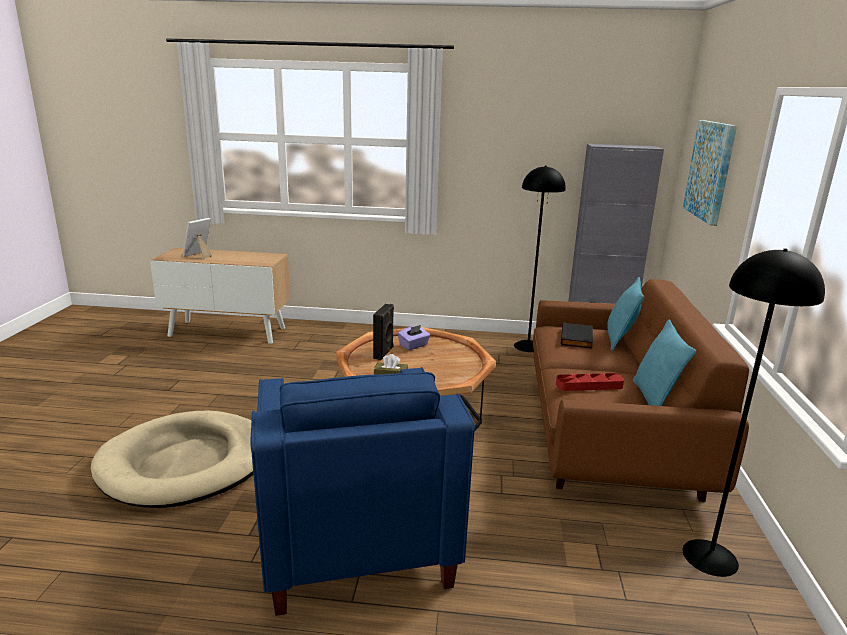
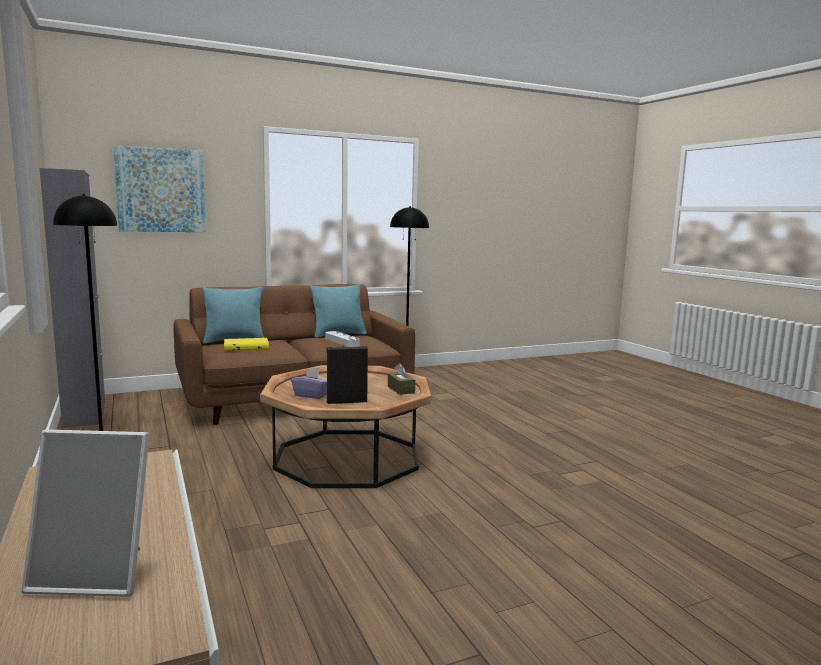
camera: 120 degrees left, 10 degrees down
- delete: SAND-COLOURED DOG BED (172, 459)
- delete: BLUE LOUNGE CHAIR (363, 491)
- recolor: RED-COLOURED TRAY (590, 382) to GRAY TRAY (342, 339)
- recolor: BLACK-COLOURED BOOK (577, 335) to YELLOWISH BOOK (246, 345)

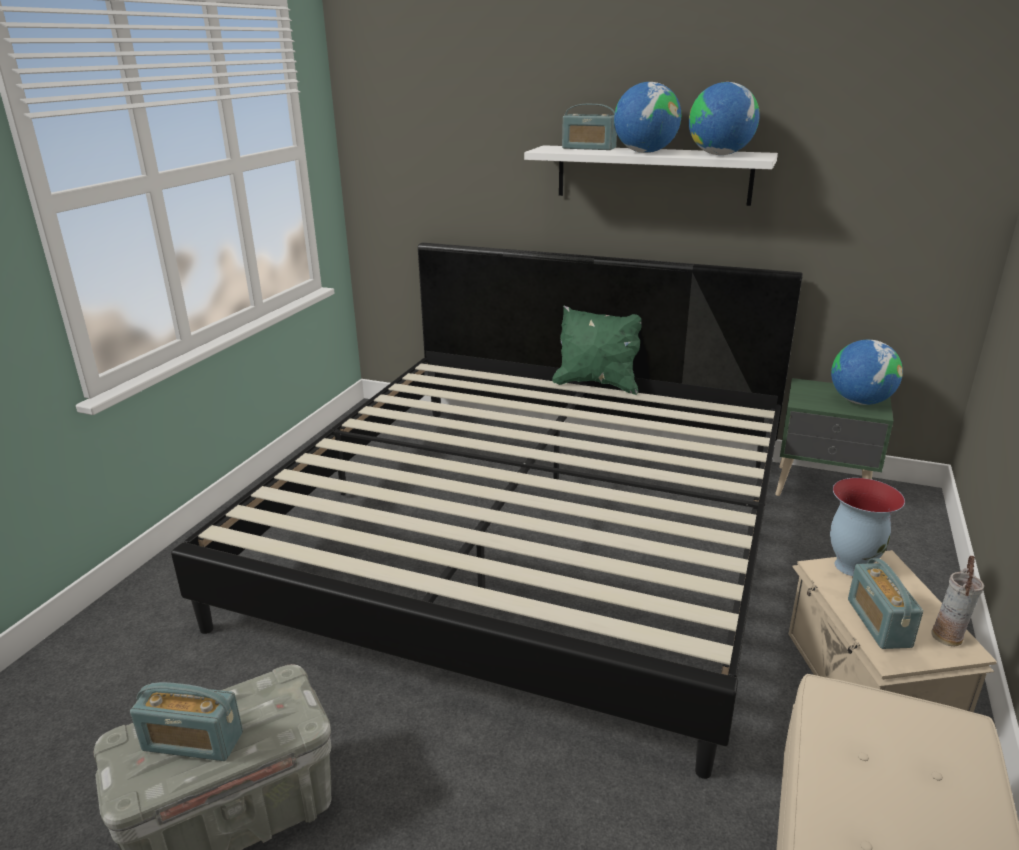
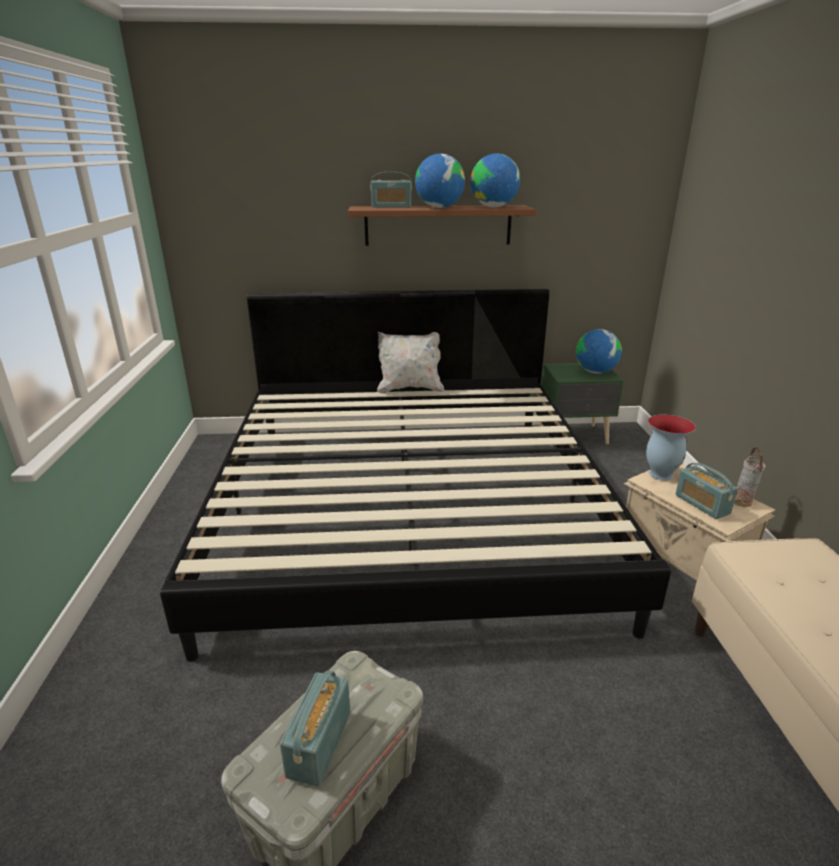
camera: 25 degrees left, 0 degrees up
- recolor: WHITISH SHELF (651, 175) to BROWN-COLOURED SHELF (442, 225)
- recolor: GREEN-COLOURED CUSHION (597, 350) to WHITISH CUSHION (410, 363)
- rotate: RADIO (186, 721) = (315, 728) 120 degrees clockwise

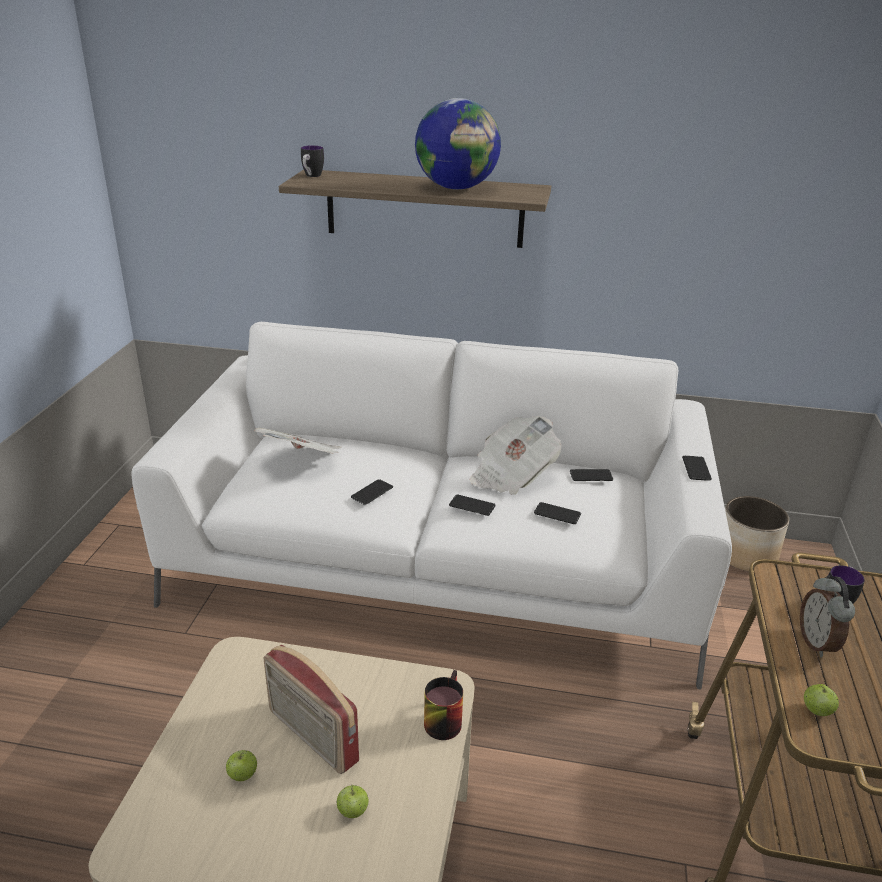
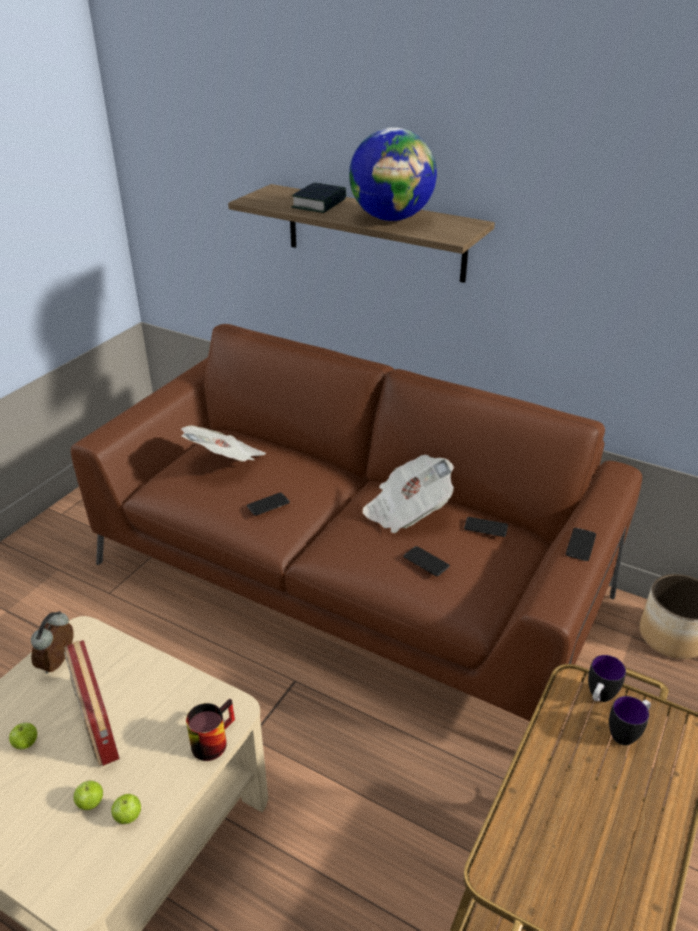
camera: 20 degrees right, 5 degrees up
- delete: HANDSET (472, 505)
- insert: BOOK (318, 197)
- move: TEA MUG (312, 161) to (607, 678)
- move: BEDSIDE CLOCK (827, 616) to (52, 642)
- move: APPLE (821, 700) to (126, 809)
- recolor: WHITISH SETTEE (432, 505) to BROWN-COLOURED SETTEE (356, 522)

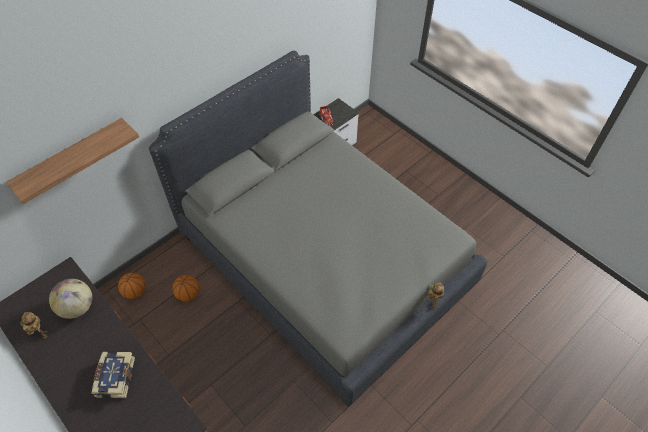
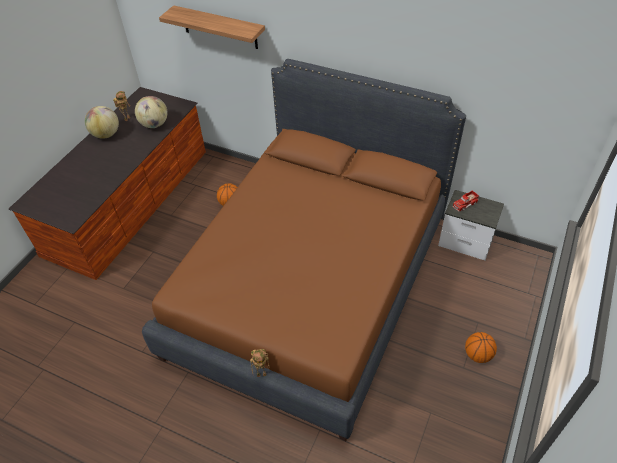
camera: 70 degrees right, 5 degrees down
- delete: BOOK (113, 375)
- insert: DESK GLOBE (102, 122)
- move: BASKETBALL BALL (132, 286) to (481, 347)
- recolor: GRAY SLEEPING BED (318, 229) to BROWN-COLOURED SLEEPING BED (304, 250)

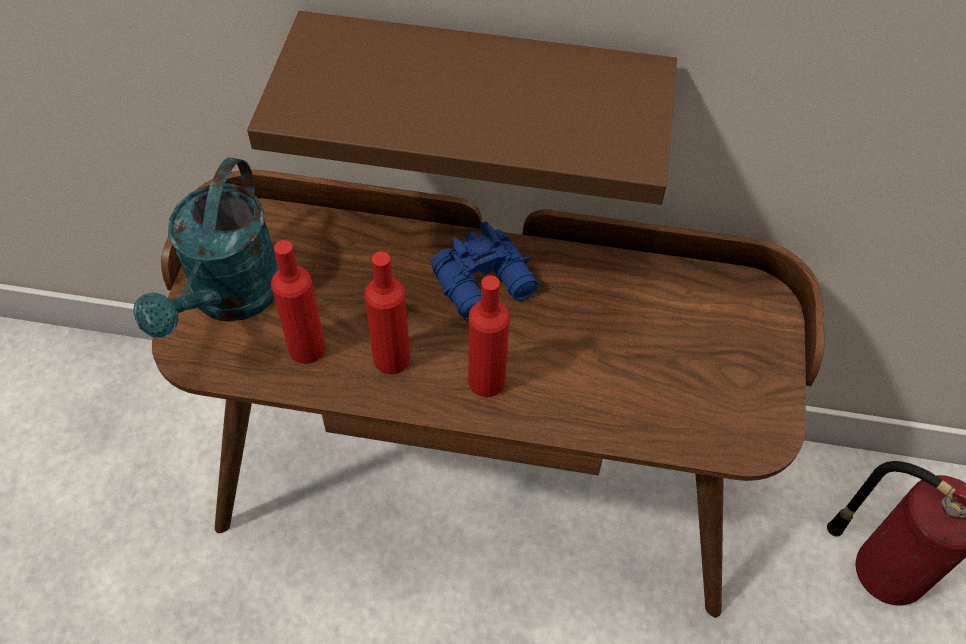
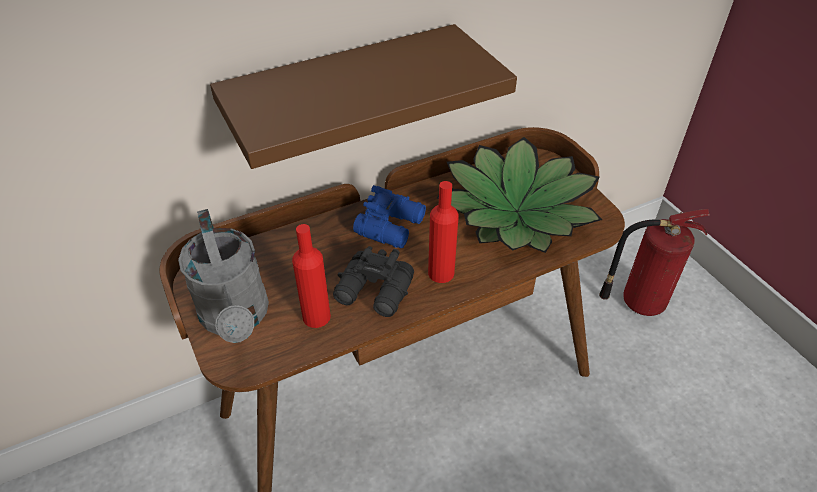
camera: 35 degrees left, 10 degrees down
- insert: HOUSEPLANT (519, 195)
- replace: RED-COLOURED BEVERAGE BOTTLE (387, 313) to BLACK-COLOURED BINOCULARS (373, 281)
- recolor: TURQUOISE-COLOURED WATERING CAN (206, 247) to GRAY WATERING CAN (223, 276)

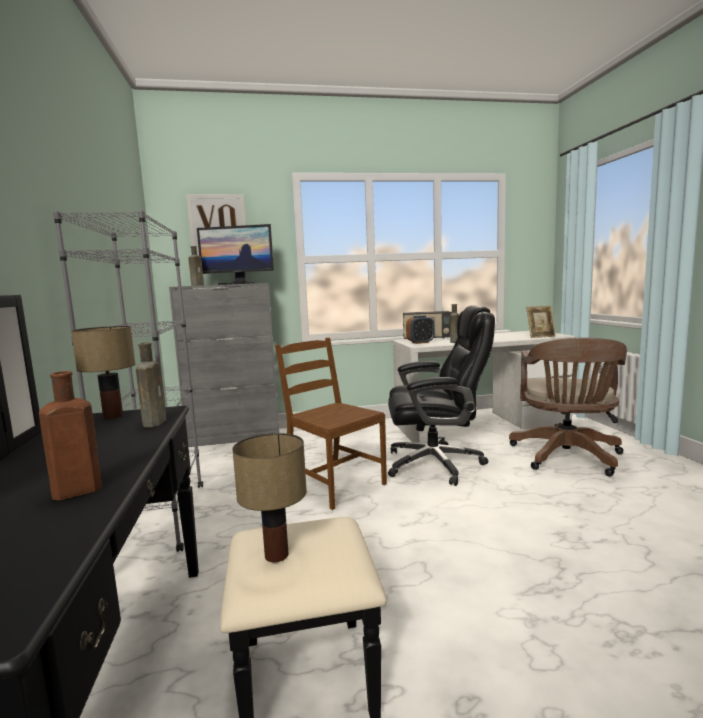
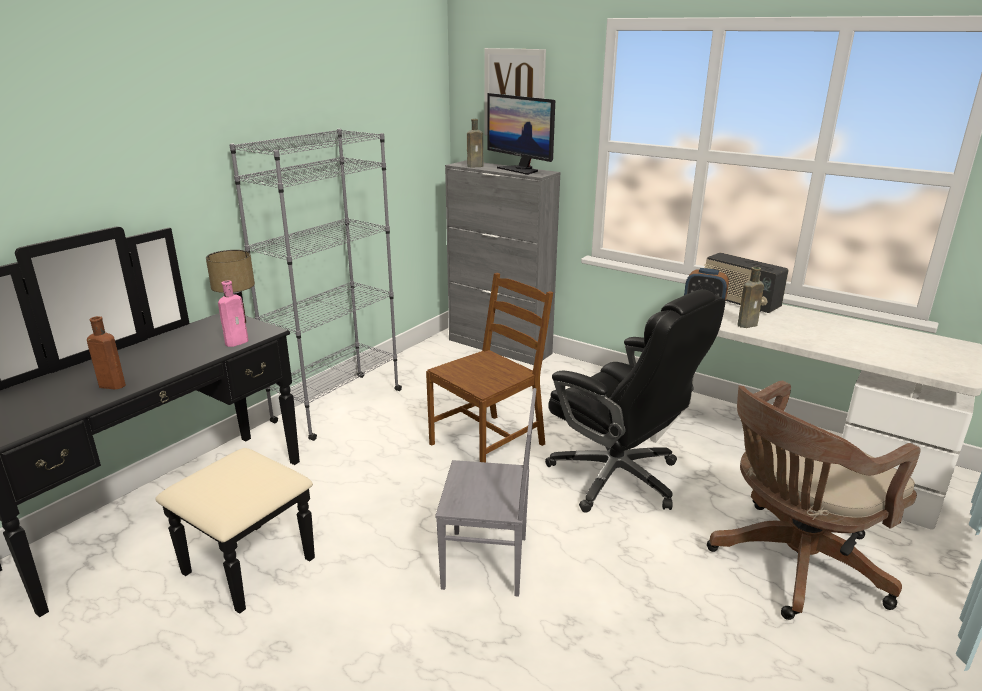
camera: 45 degrees right, 15 degrees up
- delete: TABLETOP LAMP (269, 497)
- delete: PHOTO FRAME (541, 322)
- insert: GRAY CHAIR (486, 492)
- recolor: BROWN-COLOURED BEVERAGE BOTTLE (151, 384) to PINK BEVERAGE BOTTLE (233, 314)
- rotate: BROWN-COLOURED CHAIR (331, 424) = (489, 367) 45 degrees clockwise

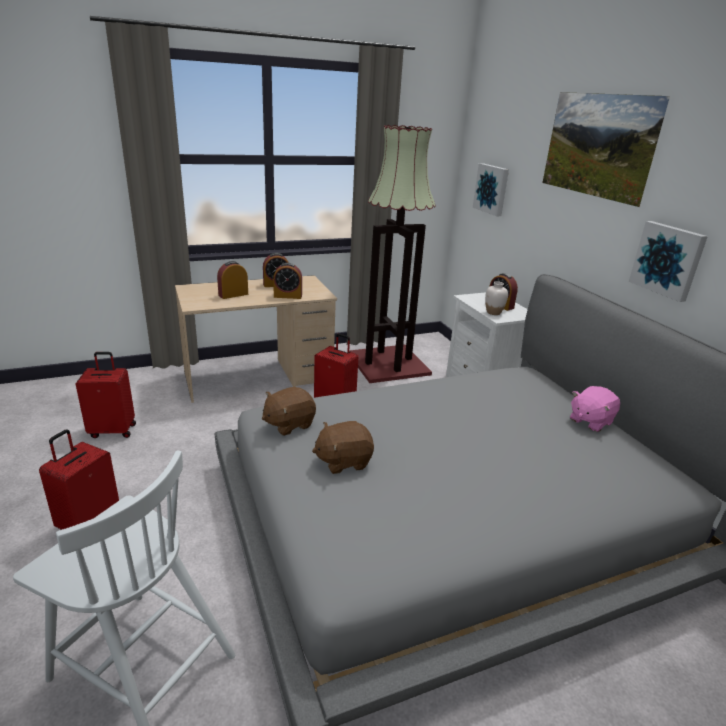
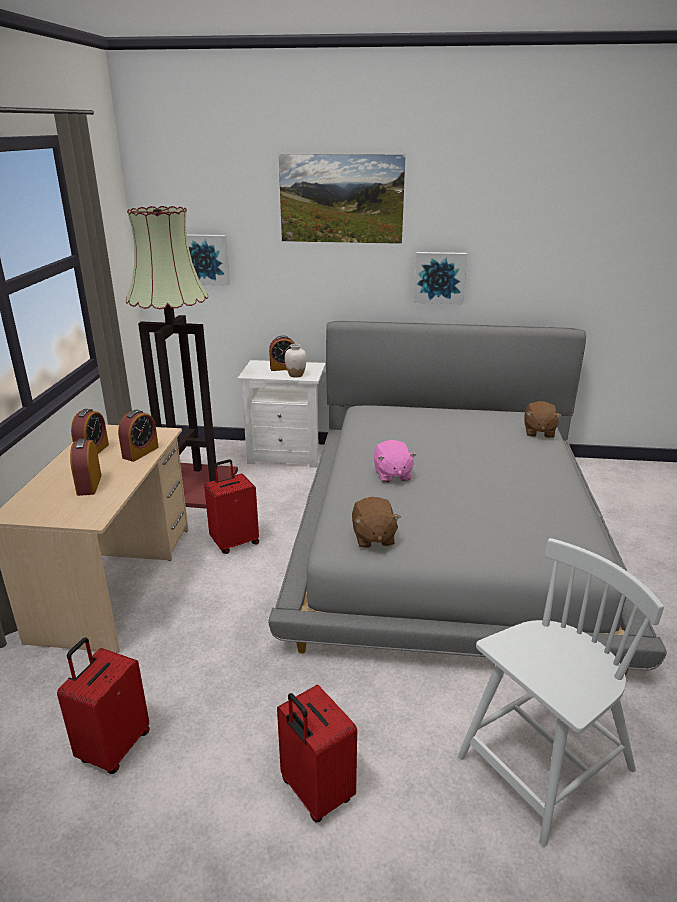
camera: 60 degrees left, 0 degrees up
- move: BROWN-COLOURED CUDDLY TOY (343, 447) to (543, 419)
- move: PINK CUDDLY TOY (595, 409) to (395, 461)

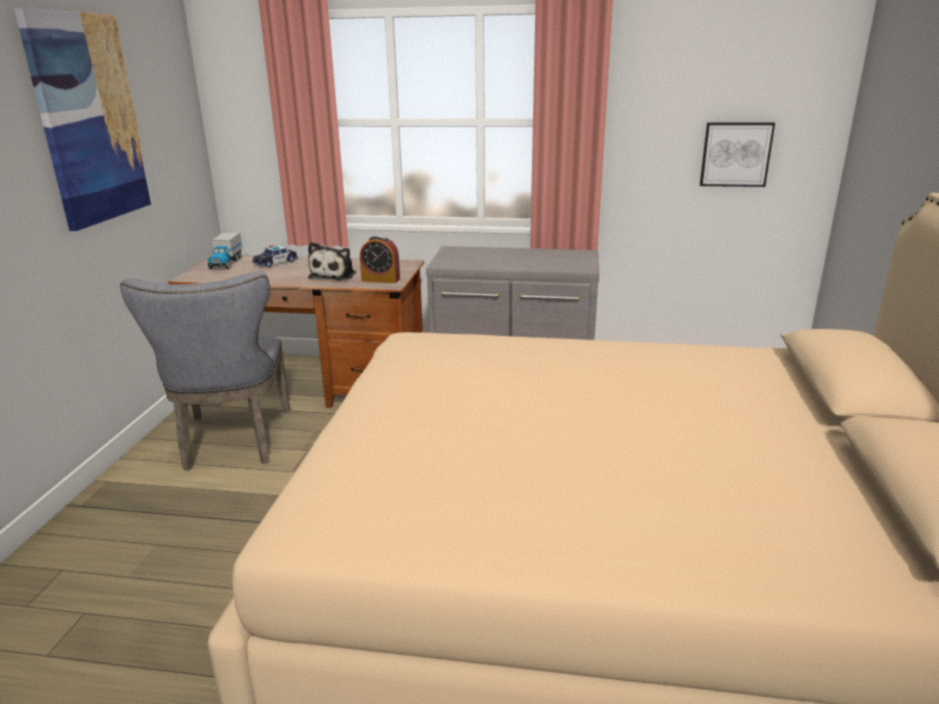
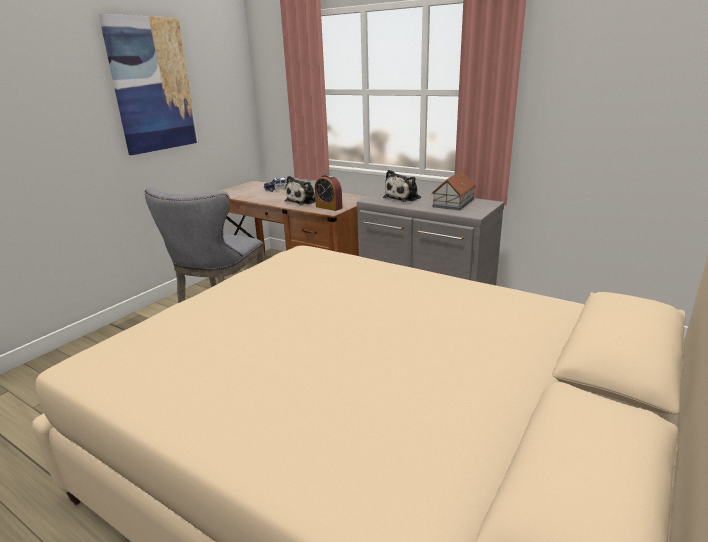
camera: 25 degrees right, 0 degrees up
- delete: MODEL TRUCK (224, 250)
- delete: PICTURE (737, 155)
- insert: CUDDLY TOY (402, 186)
- insert: MODEL HOUSE (454, 190)

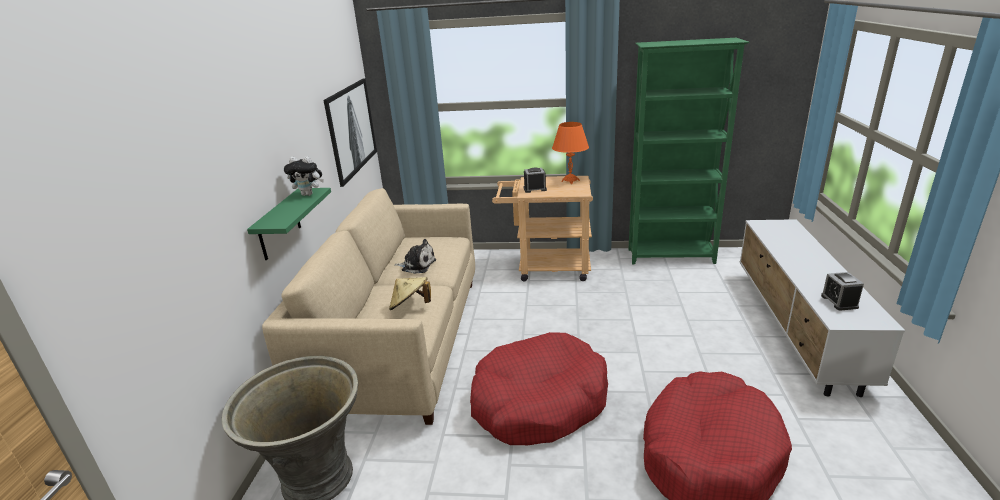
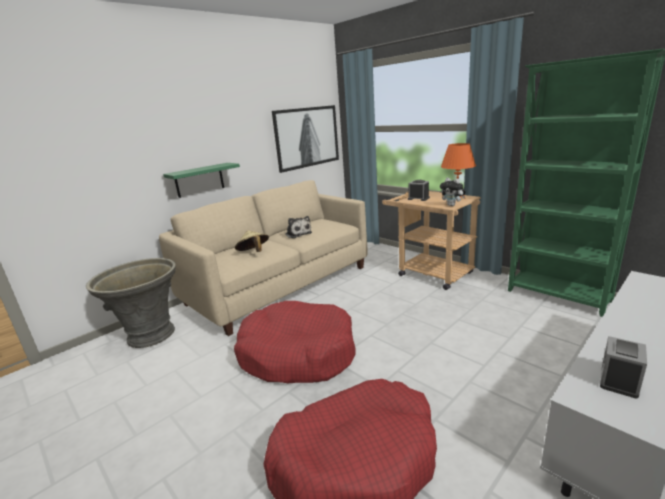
camera: 40 degrees right, 5 degrees down
- move: CUDDLY TOY (304, 176) to (452, 192)

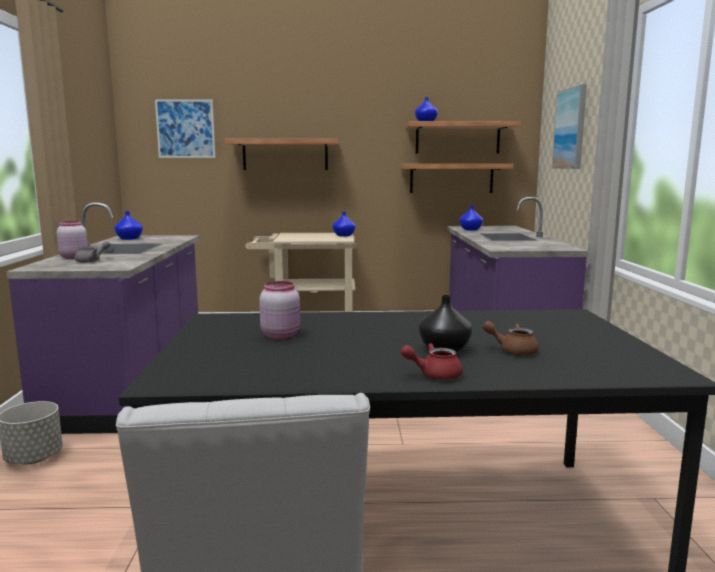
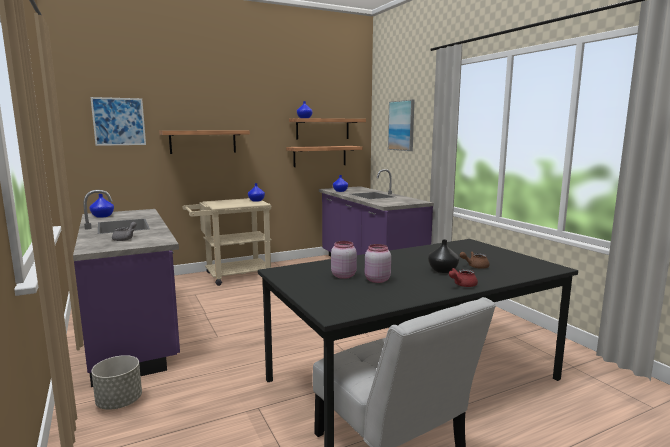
camera: 25 degrees left, 0 degrees up
- move: PINK STORAGE JAR (72, 240) to (378, 263)

